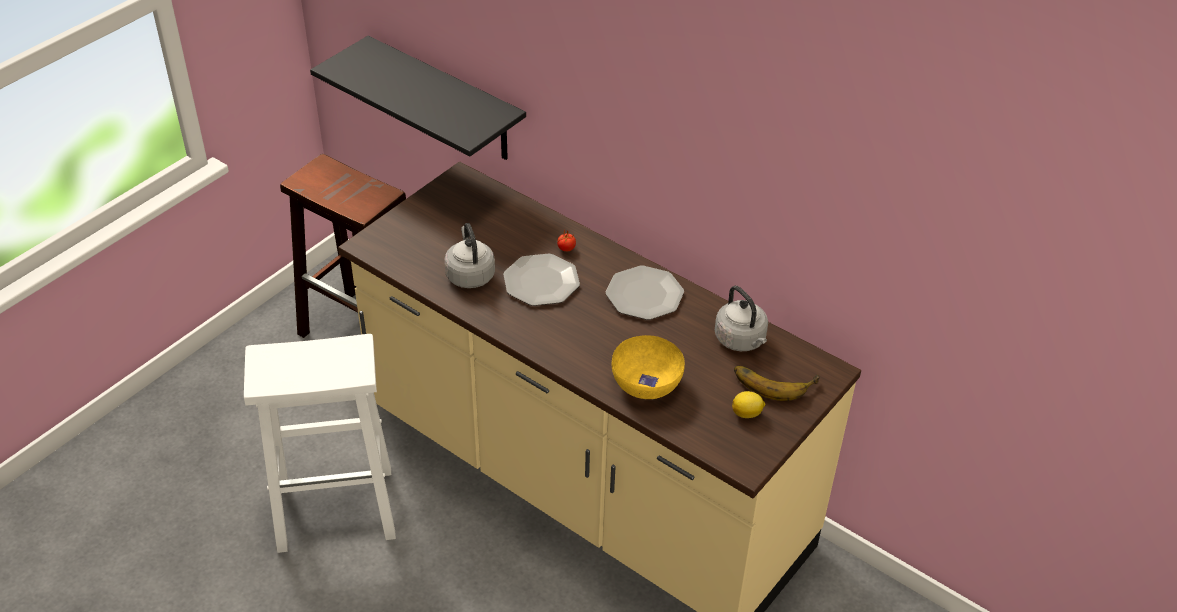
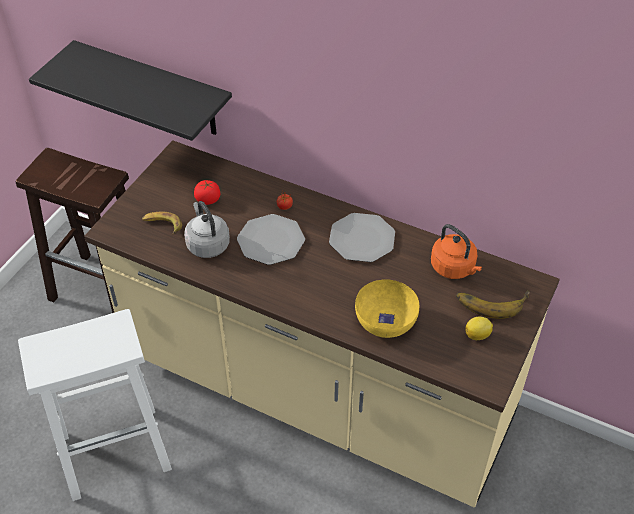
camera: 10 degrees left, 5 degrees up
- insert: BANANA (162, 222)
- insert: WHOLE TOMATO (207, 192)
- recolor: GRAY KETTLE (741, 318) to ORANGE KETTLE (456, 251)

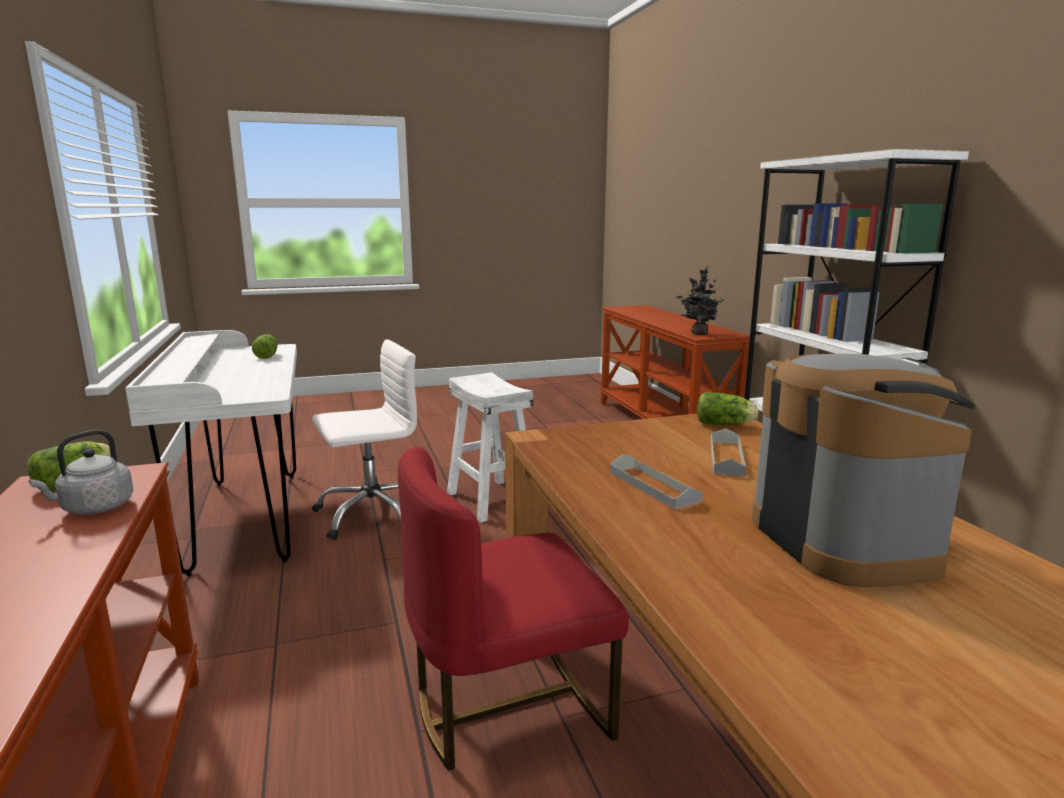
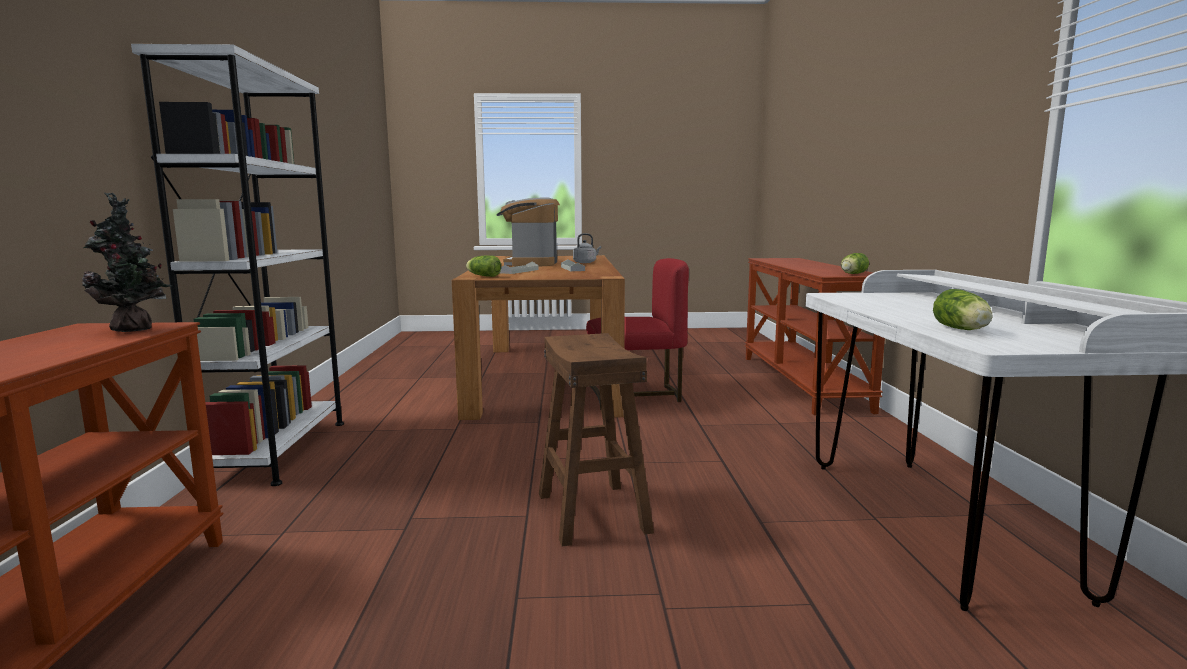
camera: 165 degrees left, 5 degrees down
- delete: WHITISH OFFICE CHAIR (364, 439)
- move: GRAY KETTLE (81, 472) to (587, 248)
- recolor: WHITISH SITTING STOOL (490, 447) to BROWN-COLOURED SITTING STOOL (596, 440)

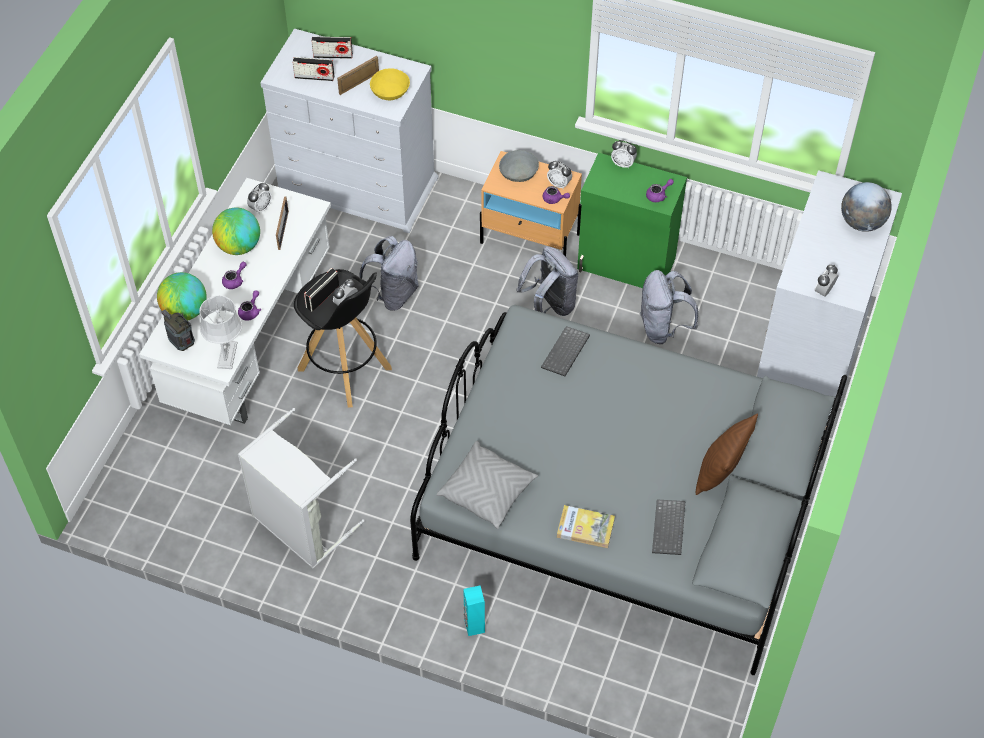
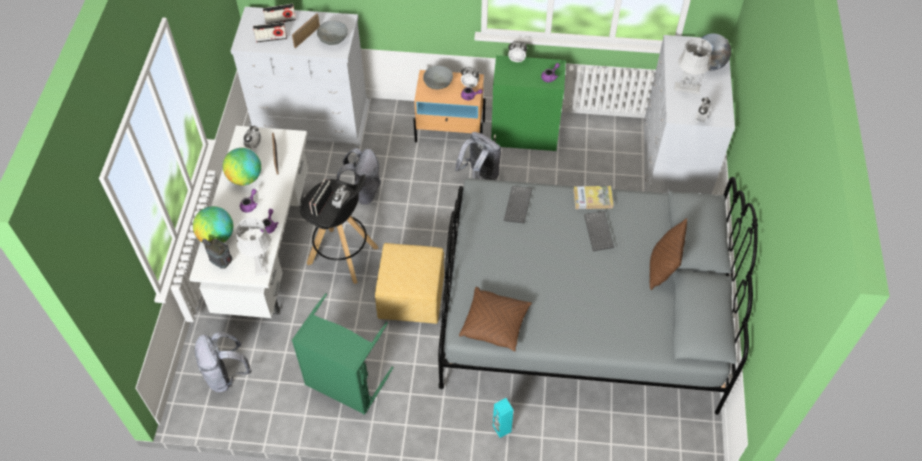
camera: 15 degrees left, 0 degrees up
- insert: YELLOWISH POUFFE (409, 283)
- insert: GRAY TABLETOP LAMP (693, 66)
- move: BOOK (586, 526) to (593, 197)
- move: GRAY BACKPACK (669, 307) to (223, 362)
- move: KEYBOARD (668, 527) to (599, 231)
- recolor: GRAY WASHING BASKET (301, 488) to GREEN-COLOURED WASHING BASKET (342, 354)
- recolor: YELLOWISH BOWL (390, 84) to GRAY BOWL (332, 33)
- recolor: GRAY CUSHION (487, 485) to BROWN-COLOURED CUSHION (495, 319)

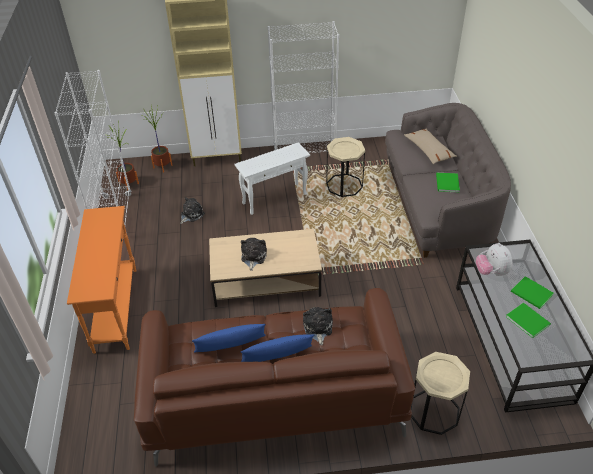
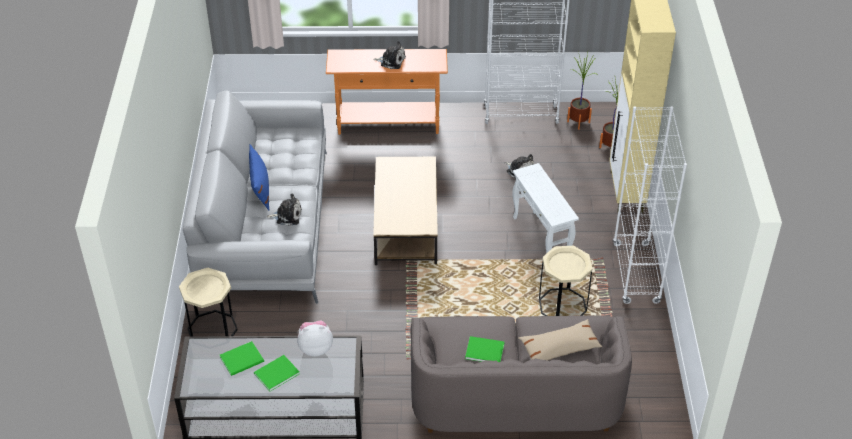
camera: 95 degrees right, 0 degrees up
- delete: BLUE CUSHION (229, 338)
- move: CUDDLY TOY (254, 254) to (389, 55)
- recolor: BROWN-COLOURED SETTEE (274, 377) to GRAY SETTEE (255, 197)

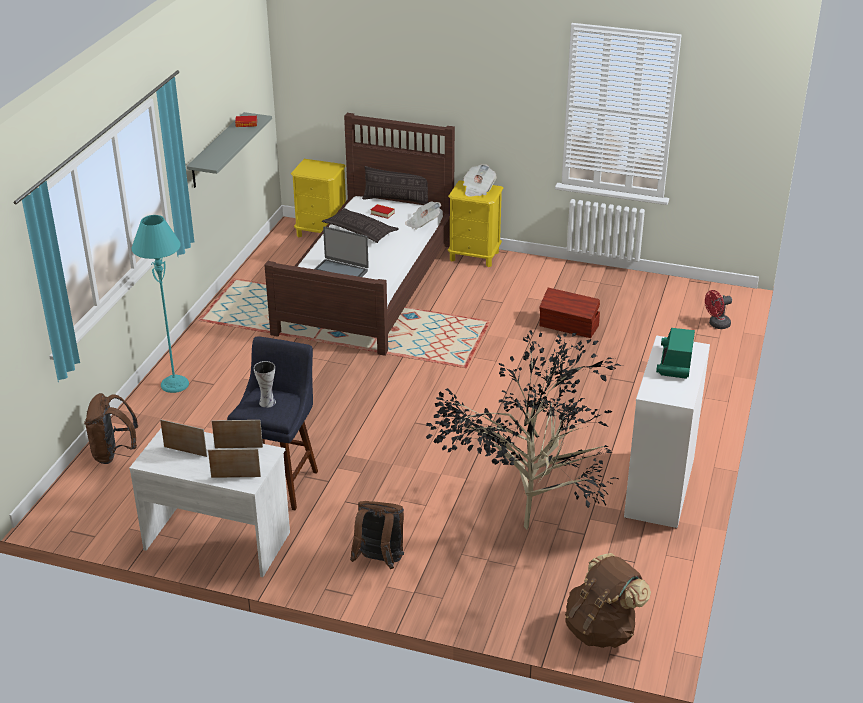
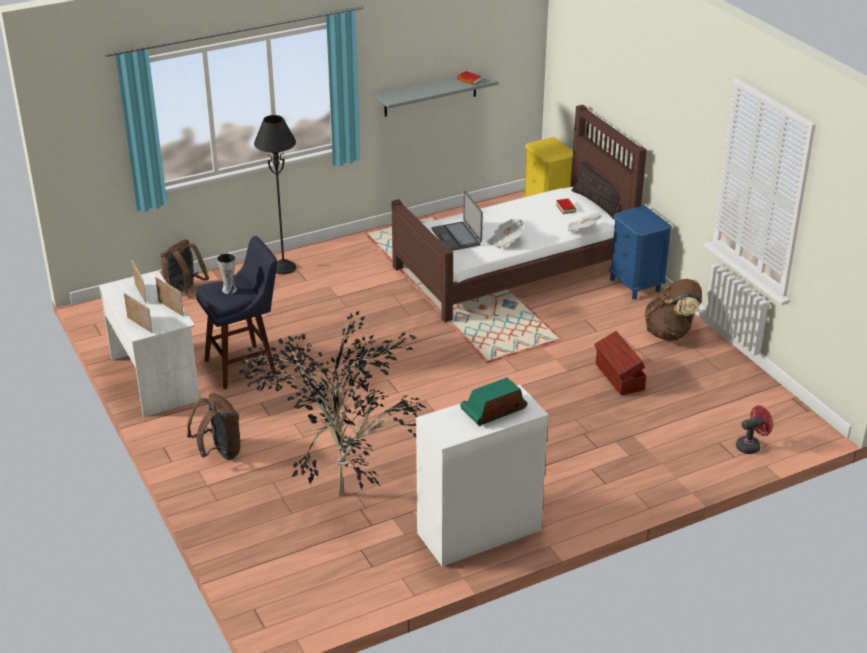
camera: 45 degrees right, 0 degrees up
- delete: CUSHION (360, 225)
- move: DAILY PAPER (480, 180) to (505, 234)
- move: BROWN-COLOURED BACKPACK (608, 600) to (673, 309)
- recolor: TURQUOISE-COLOURED STANDARD LAMP (160, 304) to BLACK-COLOURED STANDARD LAMP (275, 194)
- recolor: YELLOWISH NIGHTSTAND (475, 223) to BLUE NIGHTSTAND (640, 252)
- rotate: RED-COLOURED FAN (718, 309) = (754, 429) 135 degrees clockwise

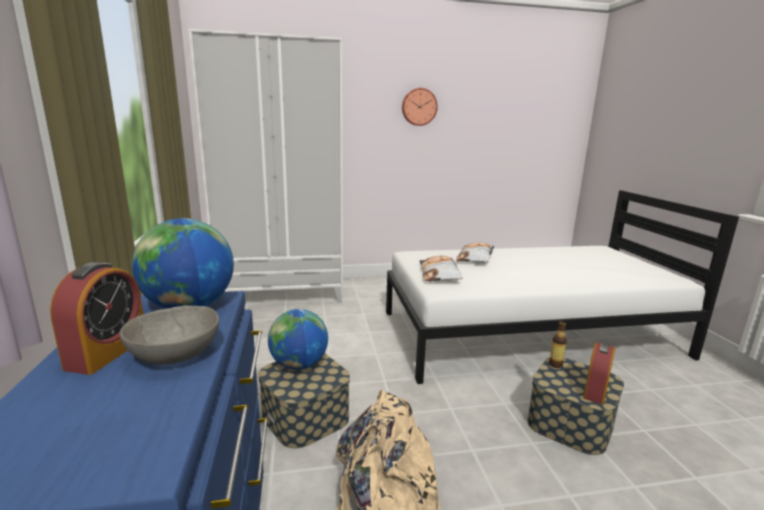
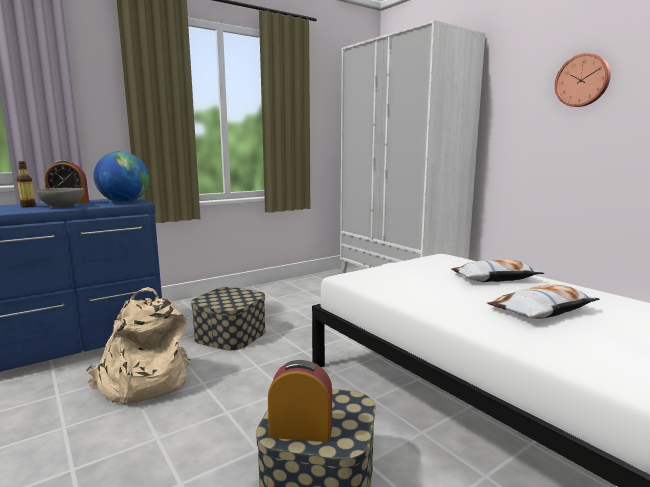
camera: 65 degrees right, 5 degrees down
- delete: DESK GLOBE (298, 339)
- move: CUSHION (441, 268) to (543, 302)
- move: BEVERAGE BOTTLE (558, 344) to (26, 184)

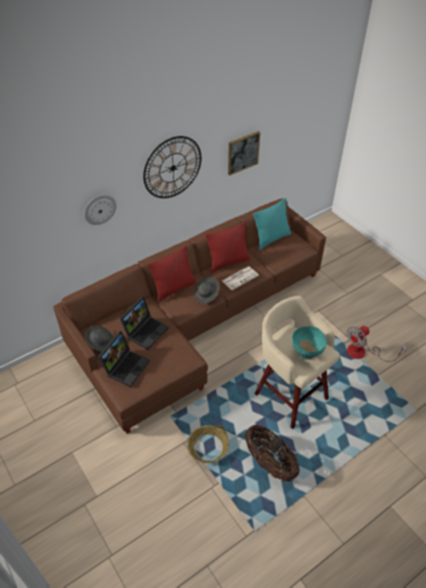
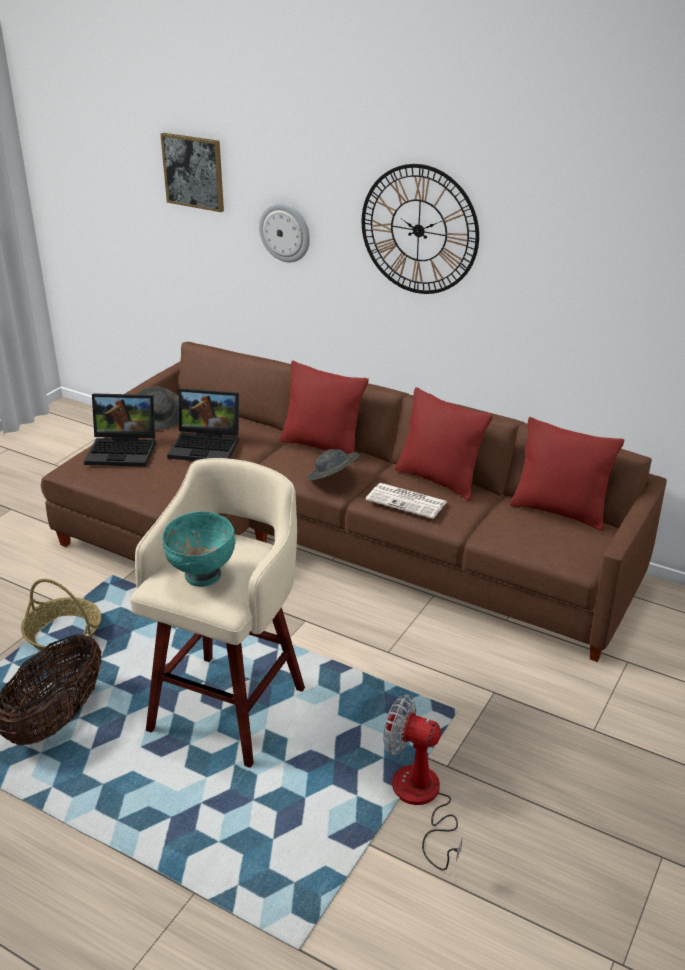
camera: 65 degrees right, 15 degrees down
- move: PICTURE (244, 153) to (192, 172)
- recolor: TURQUOISE-COLOURED CUSHION (272, 224) to RED-COLOURED CUSHION (567, 474)

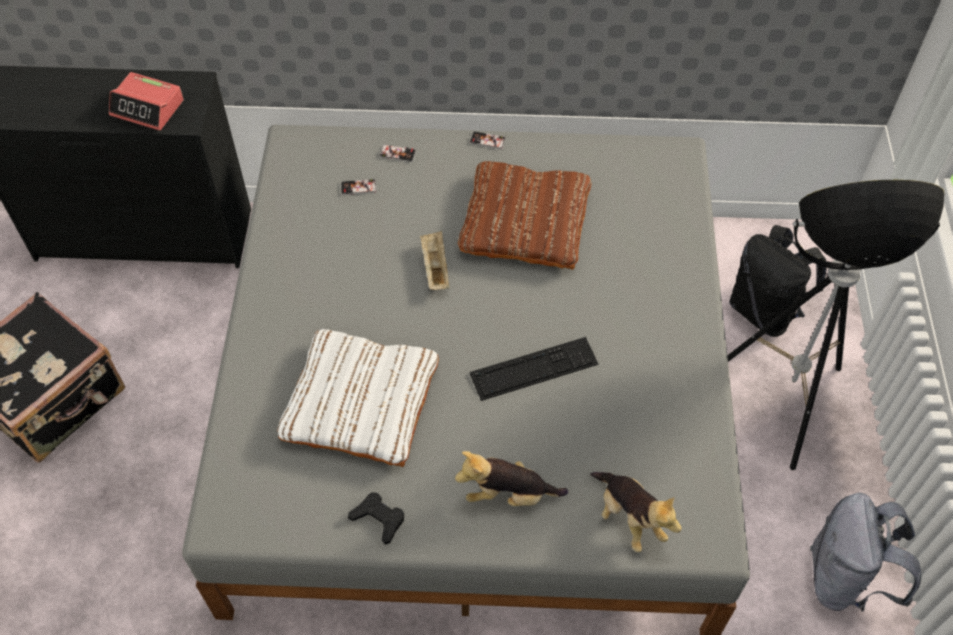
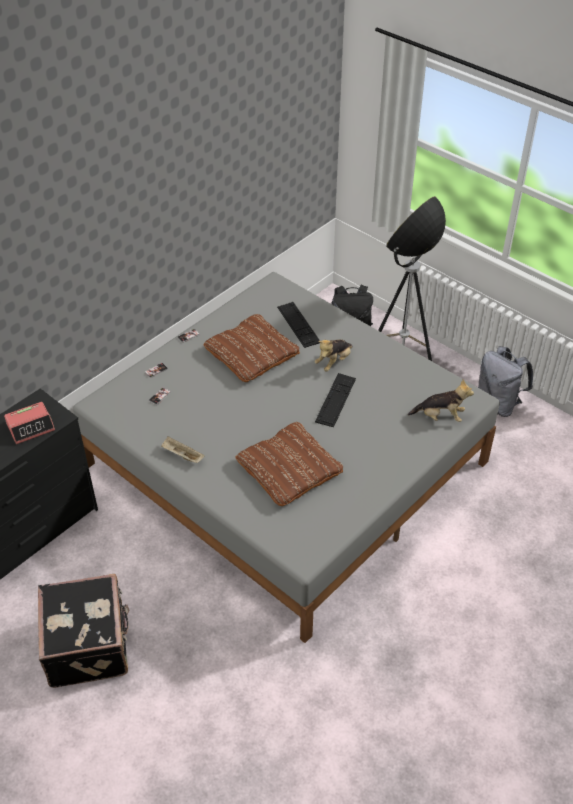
camera: 50 degrees left, 10 degrees down
- delete: BLACK-COLOURED GAMEPAD (376, 518)
- insert: KEYBOARD (298, 325)
- move: SAND-COLOURED TRAY (434, 260) to (183, 449)
- move: CUDDLY TOY (511, 478) to (333, 355)
- recolor: WHITISH CUSHION (358, 398) to BROWN-COLOURED CUSHION (289, 464)

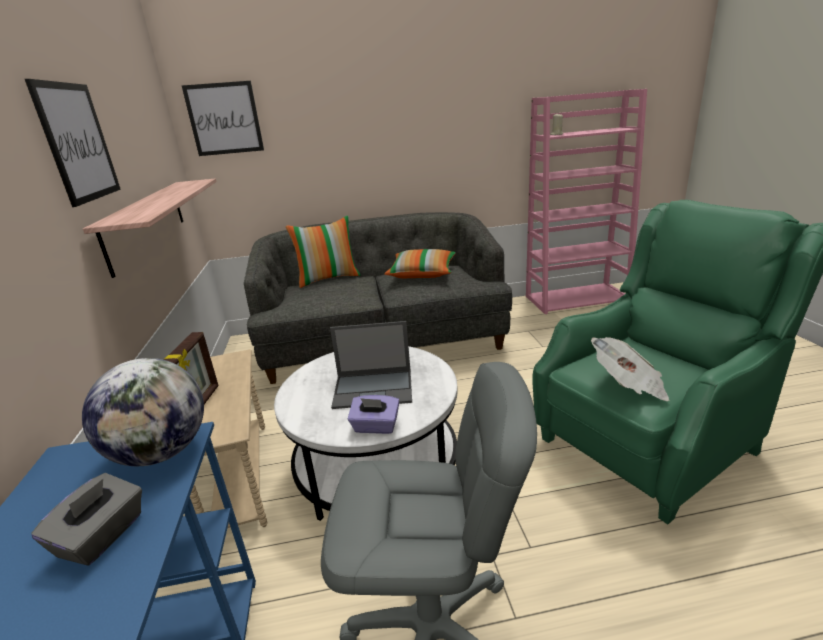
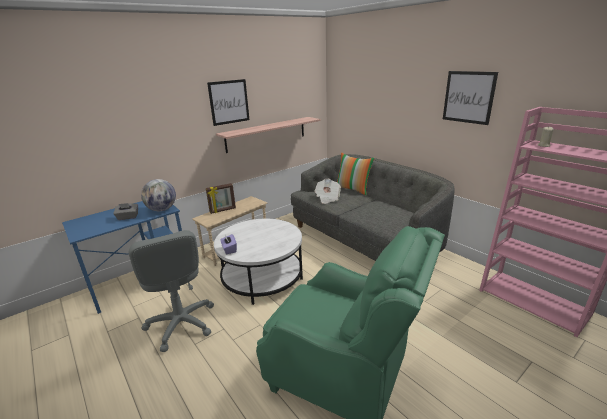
camera: 60 degrees right, 0 degrees up
- delete: PORTABLE COMPUTER (371, 365)
- delete: CUSHION (420, 263)
- move: PICTURE (223, 118) to (470, 98)
- move: DAILY PAPER (630, 369) to (327, 191)

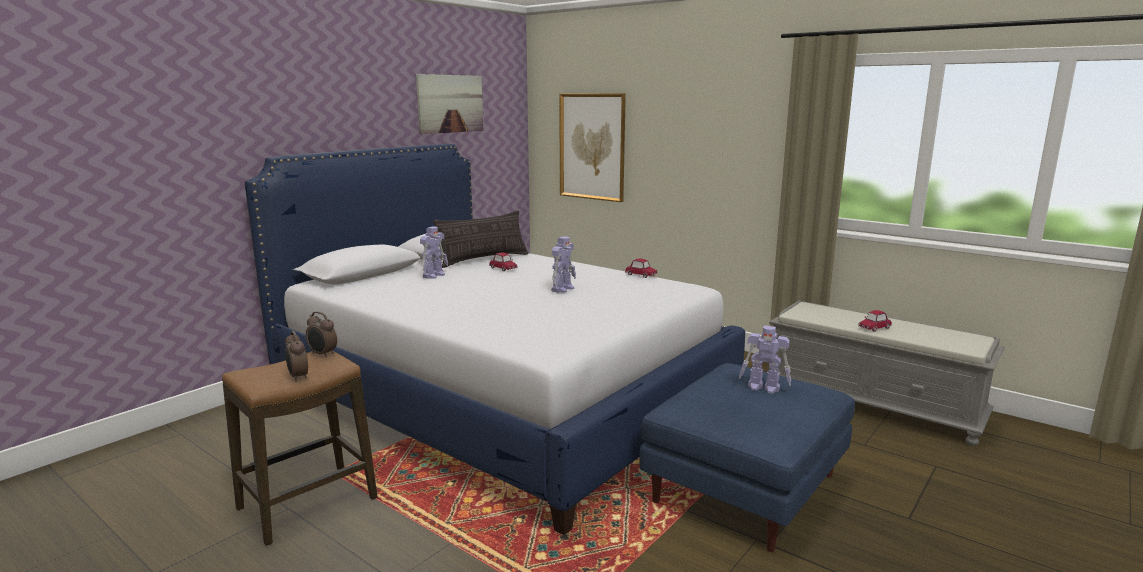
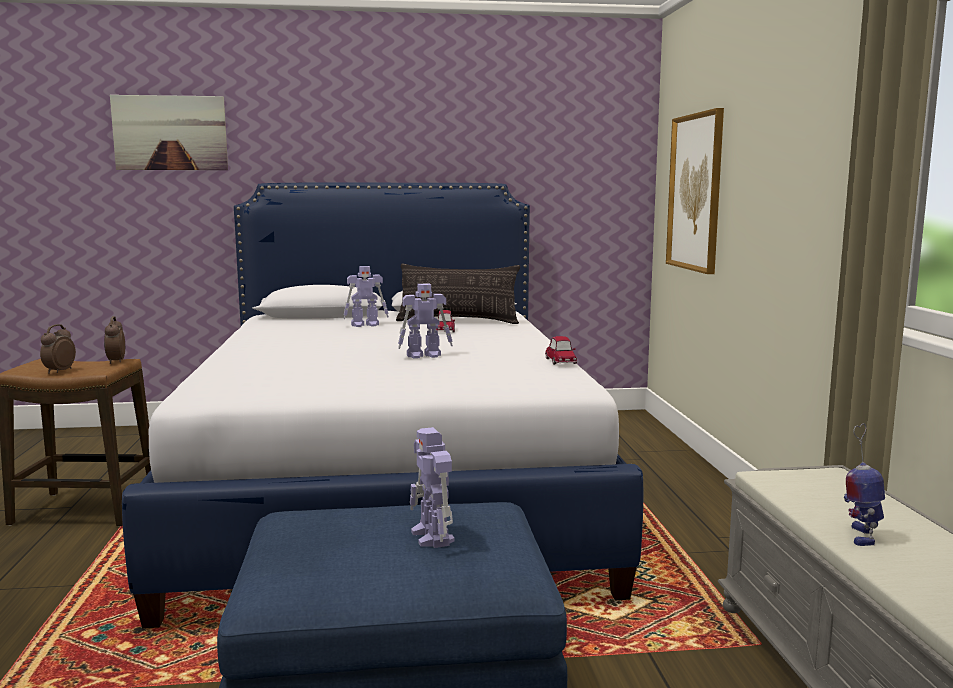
camera: 45 degrees right, 5 degrees down
- move: PICTURE (449, 104) to (169, 132)
- replace: TOY CAR (875, 321) to ROBOT FIGURE (864, 484)

